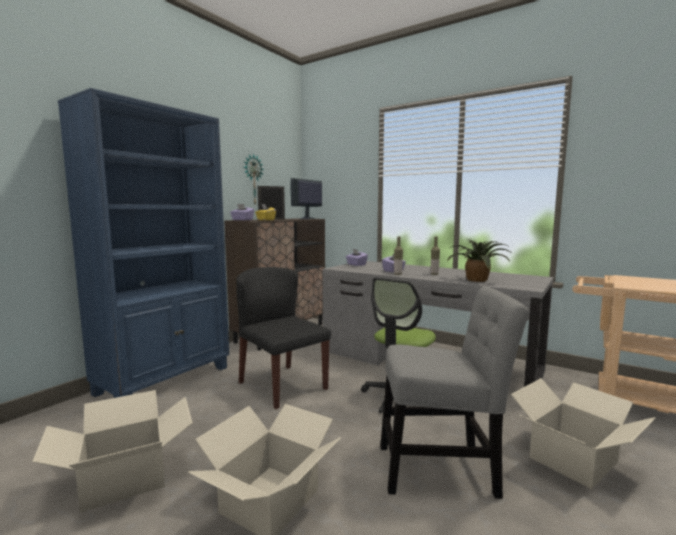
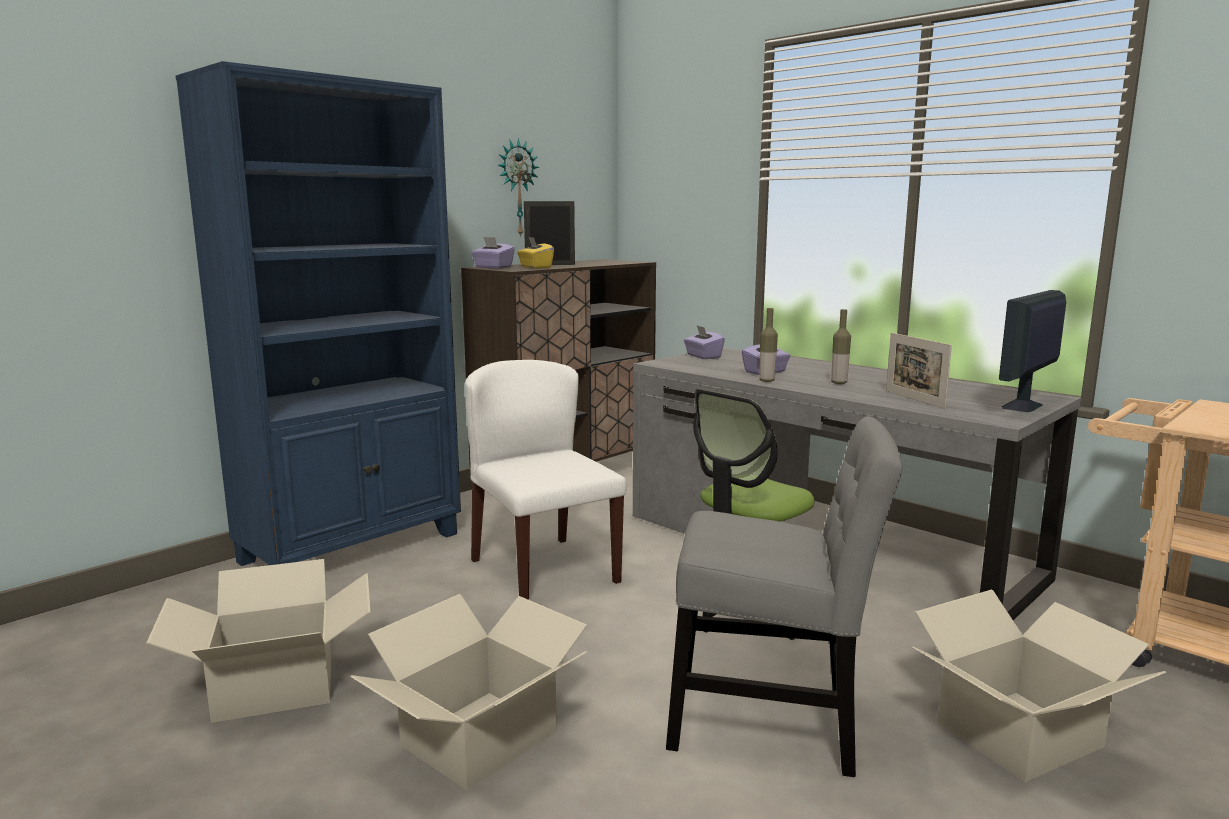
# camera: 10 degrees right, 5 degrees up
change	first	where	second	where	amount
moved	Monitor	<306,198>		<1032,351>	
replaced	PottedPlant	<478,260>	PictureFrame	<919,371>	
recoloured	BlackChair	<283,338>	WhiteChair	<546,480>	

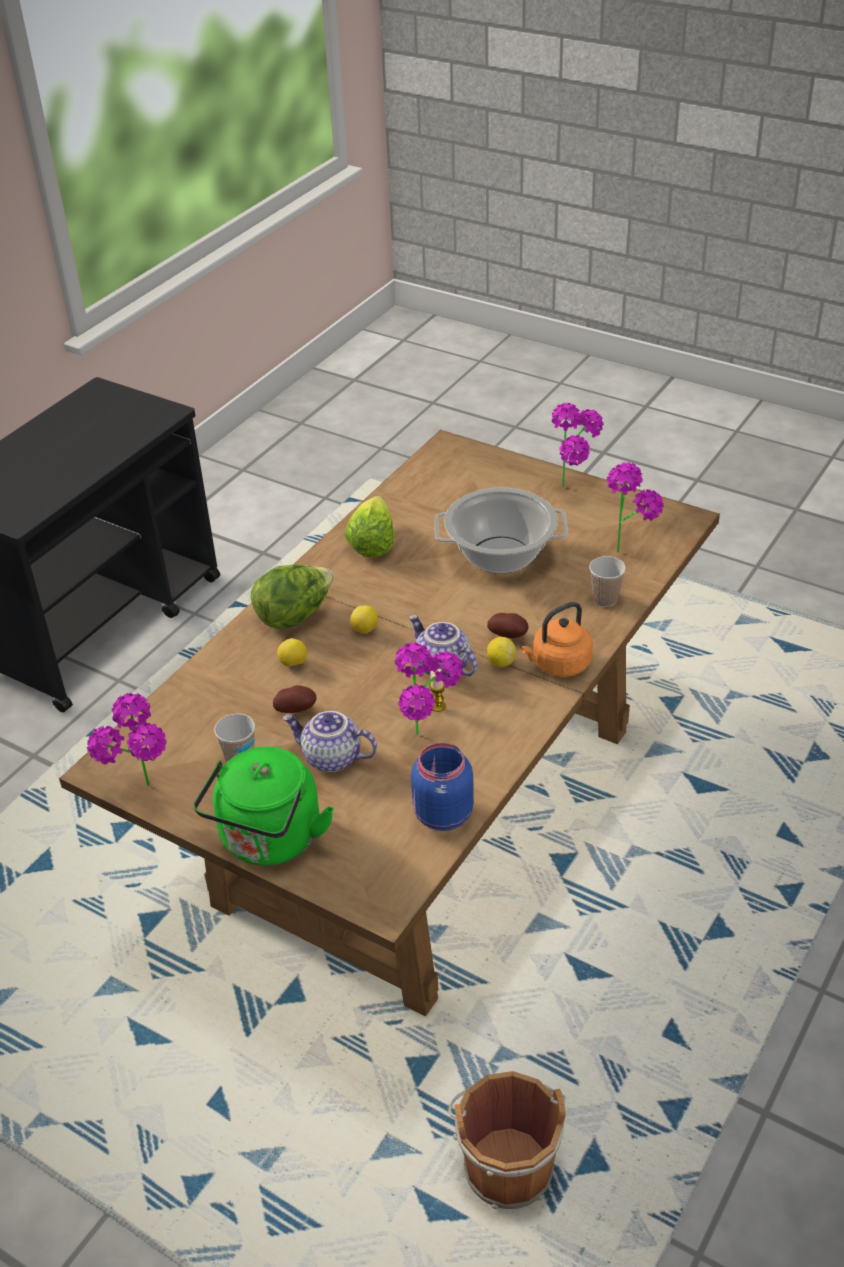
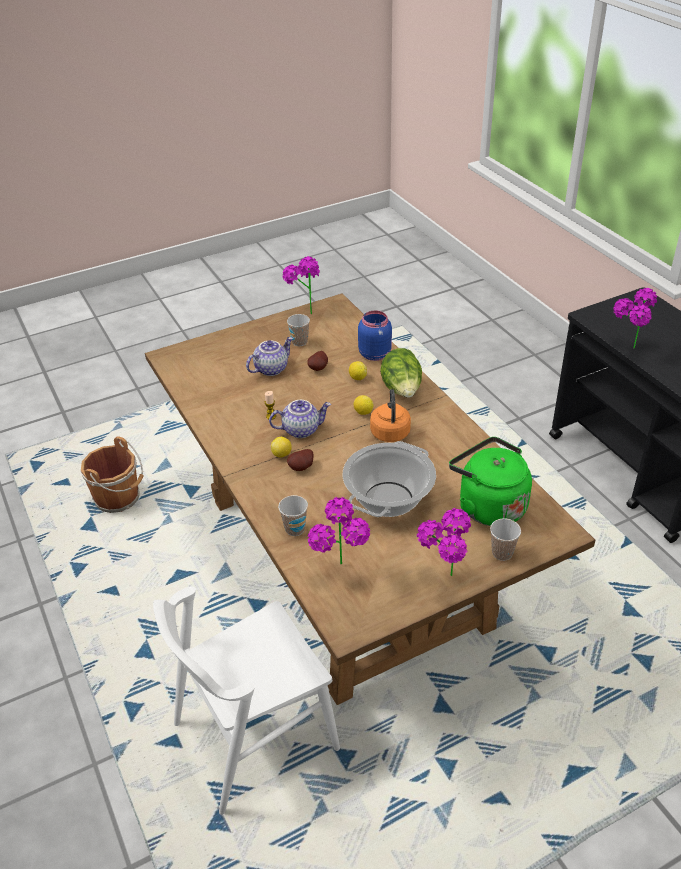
# camera: 120 degrees right, 0 degrees up
change	first	where	second	where	amount
removed	Lettuce	<369,527>			
moved	OrangeKettle	<556,639>		<390,415>	
moved	PottedPlant	<429,688>		<635,318>	
moved	BlueJar	<442,787>		<375,335>	
moved	GreenKettle	<263,806>		<490,481>	
added			Cup	<505,540>	
added			WhiteChair	<246,700>	

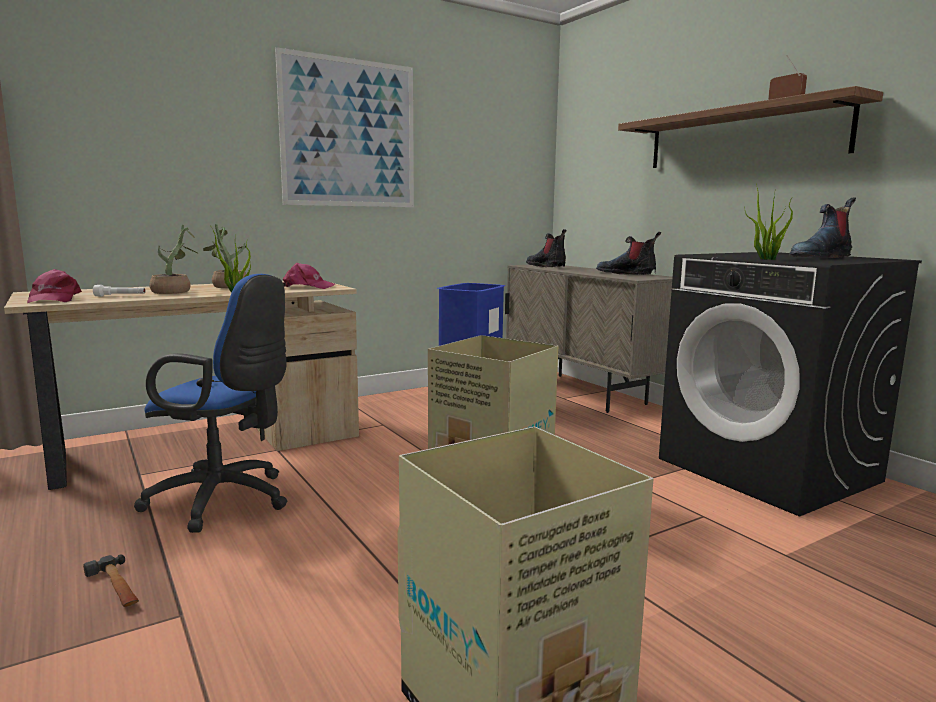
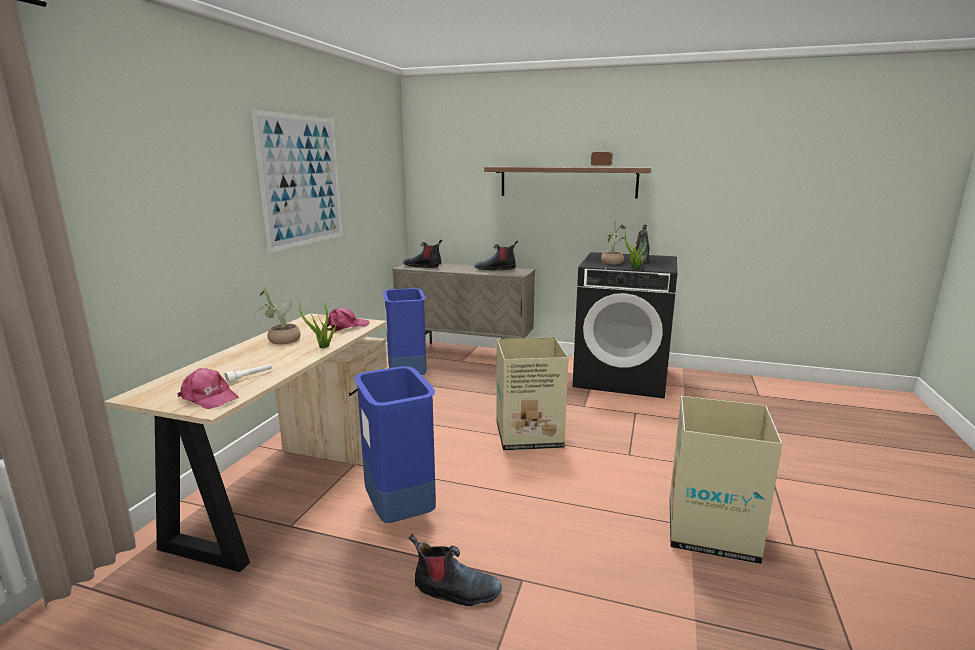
# camera: 40 degrees left, 5 degrees up
change	first	where	second	where	amount
moved	PottedPlant	<173,259>		<614,243>	
replaced	BlueOfficeChair	<210,403>	BlueTrashCan	<395,444>	
replaced	Hammer	<111,581>	Boot	<455,570>	

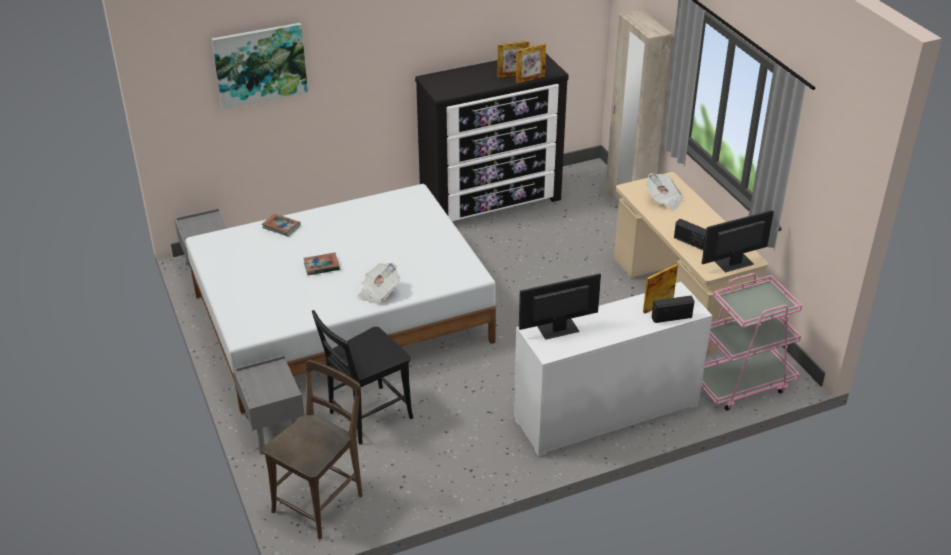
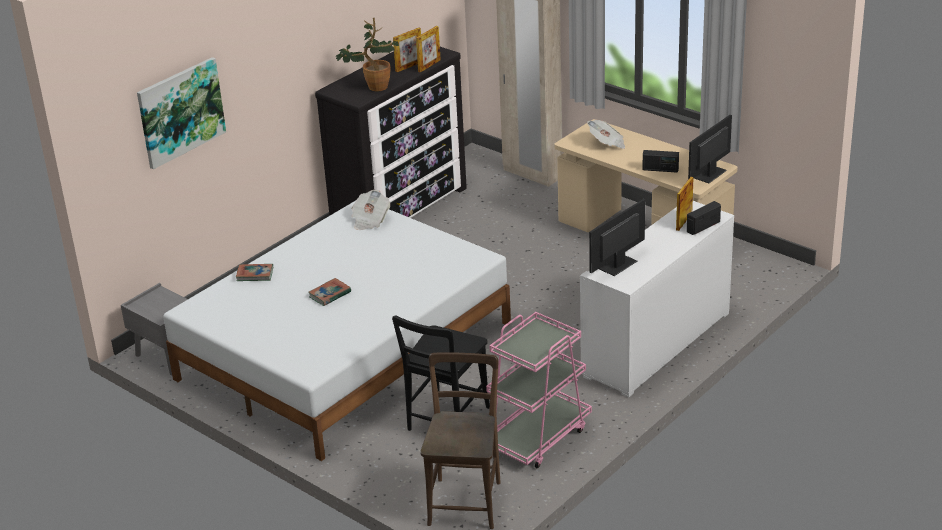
# camera: 25 degrees left, 5 degrees down
change	first	where	second	where	amount
moved	Newspaper	<378,283>		<371,210>	
moved	PinkCart	<751,342>		<539,390>	
removed	GreyNightstand	<269,405>			
added			PottedPlant	<367,55>	

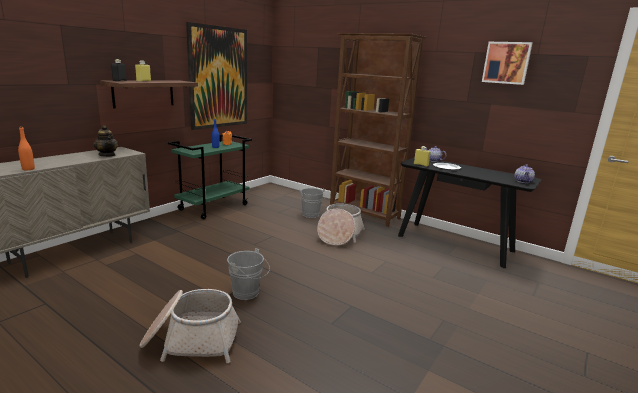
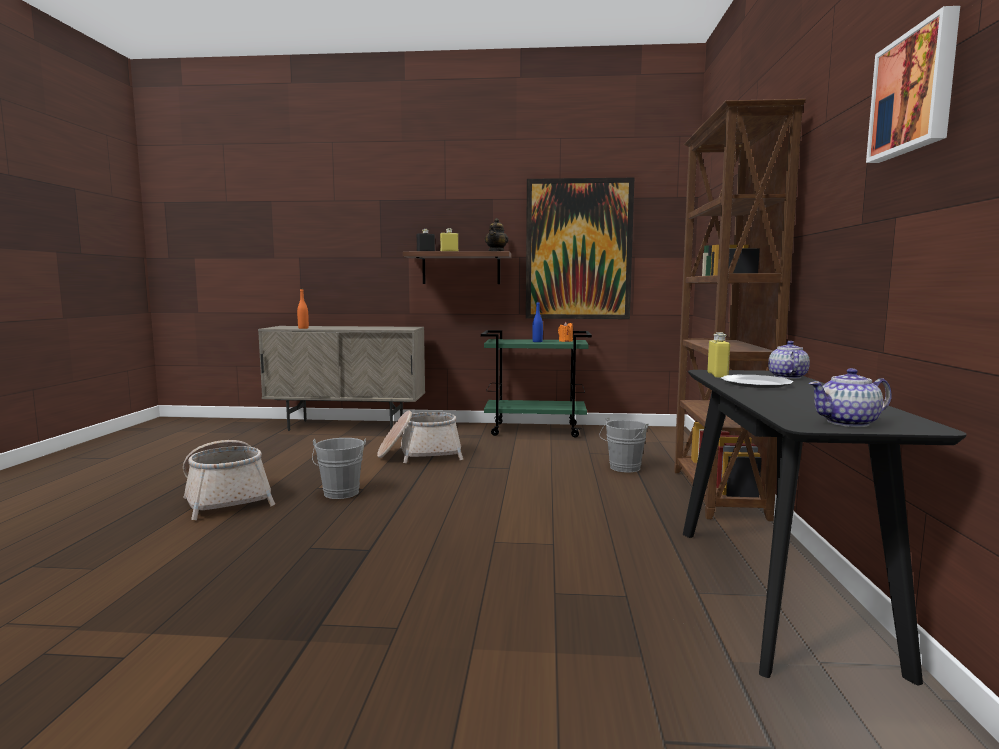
# camera: 60 degrees right, 10 degrees down
change	first	where	second	where	amount
moved	Teapot	<105,141>		<497,234>	
moved	Basket	<341,224>		<420,436>	

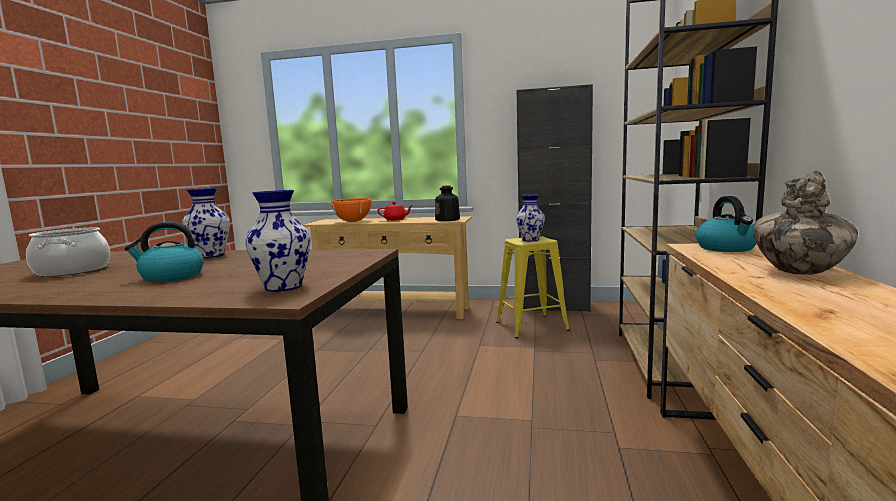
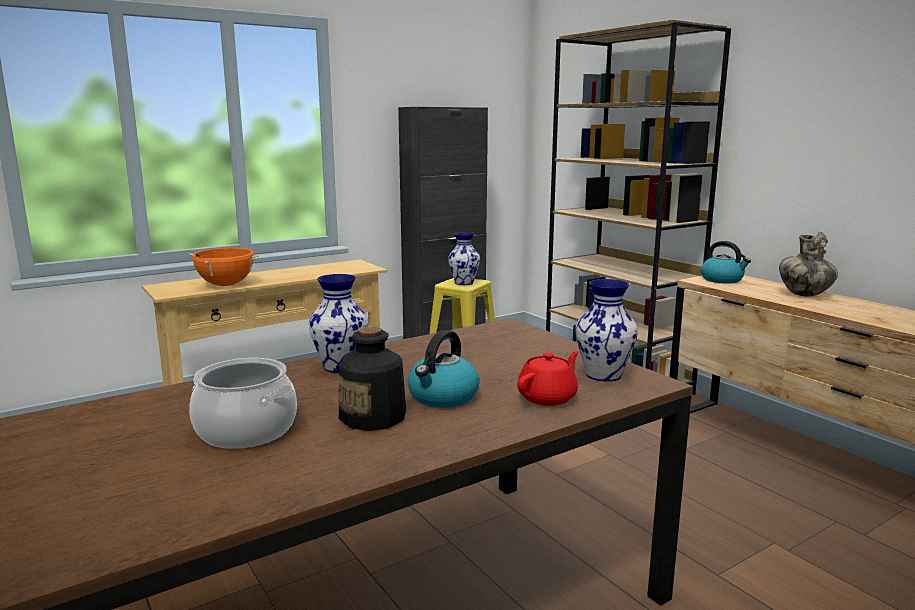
# camera: 45 degrees left, 5 degrees up
change	first	where	second	where	amount
moved	Bottle	<447,203>		<372,378>	
moved	RedTeapot	<395,211>		<548,378>	

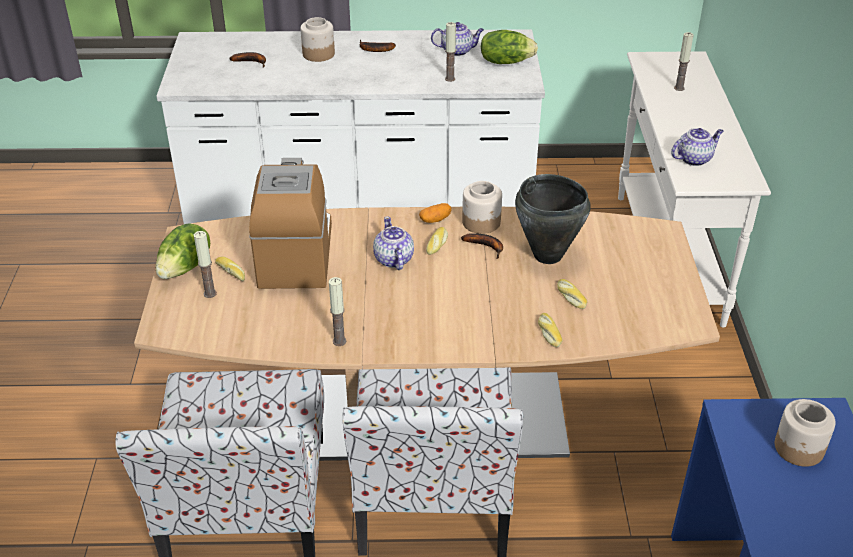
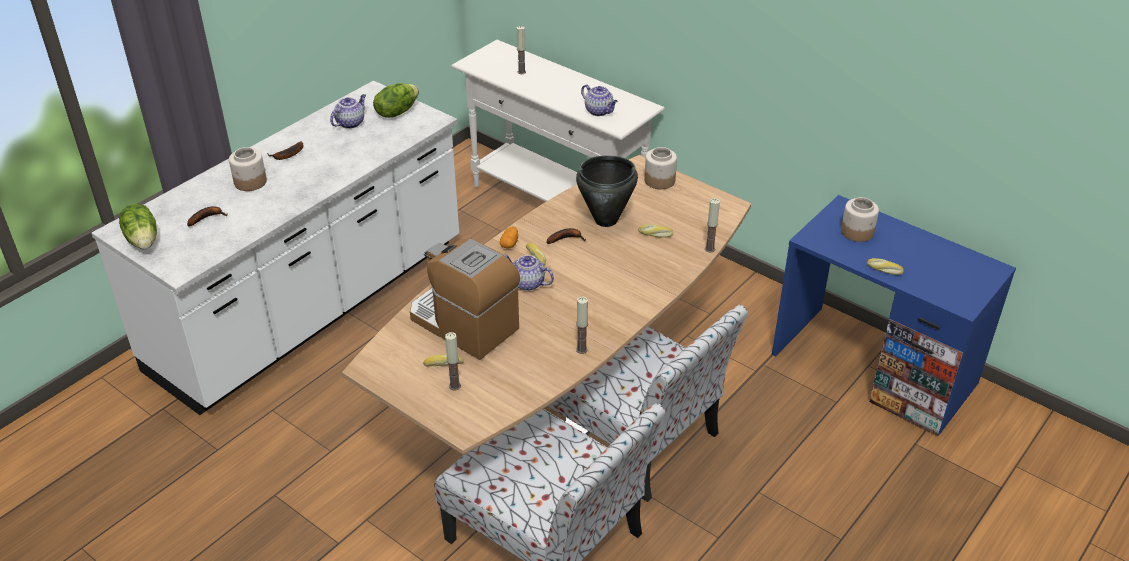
# camera: 50 degrees left, 0 degrees up
change	first	where	second	where	amount
moved	Candle	<450,52>		<712,225>	
turned	Teapot	<697,147>		<599,100>	120 degrees clockwise
moved	Jar	<482,207>		<660,168>	
moved	Lettuce	<183,251>		<138,227>	
moved	Bread	<550,330>		<885,266>	

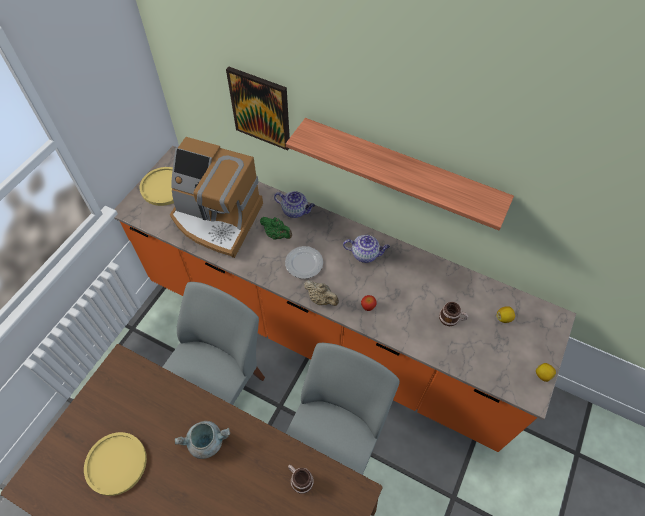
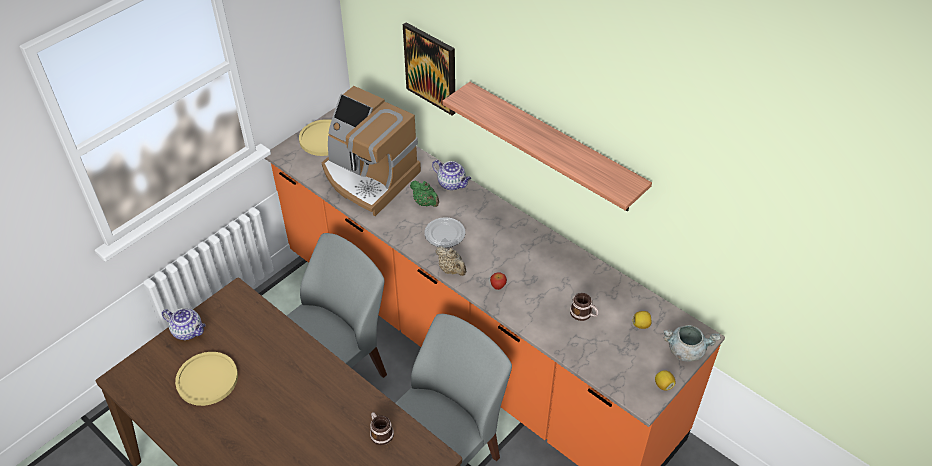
# camera: 15 degrees right, 10 degrees down
change	first	where	second	where	amount
moved	Teapot	<366,249>		<184,324>	
moved	GreyCookingPot	<202,440>		<692,343>	

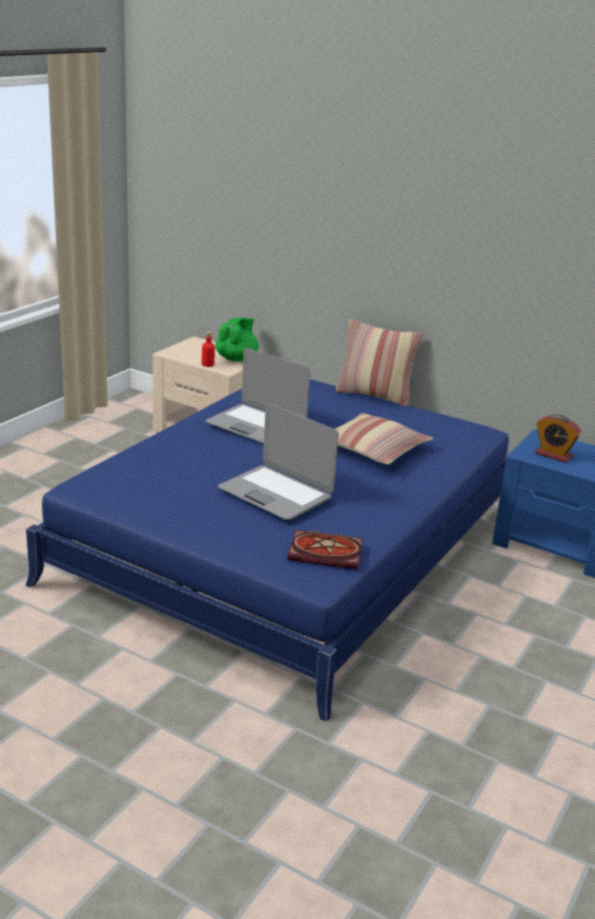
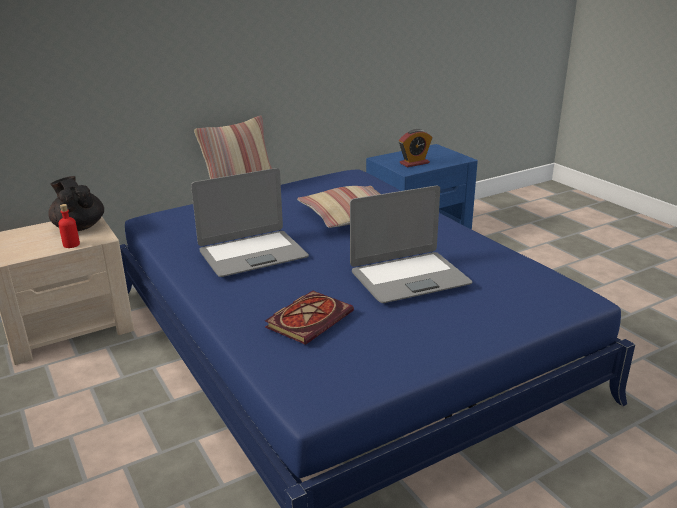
# camera: 60 degrees left, 0 degrees up
change	first	where	second	where	amount
recoloured	GreenTeapot	<237,339>	BlackTeapot	<76,203>	
moved	Book	<325,550>		<309,317>	

